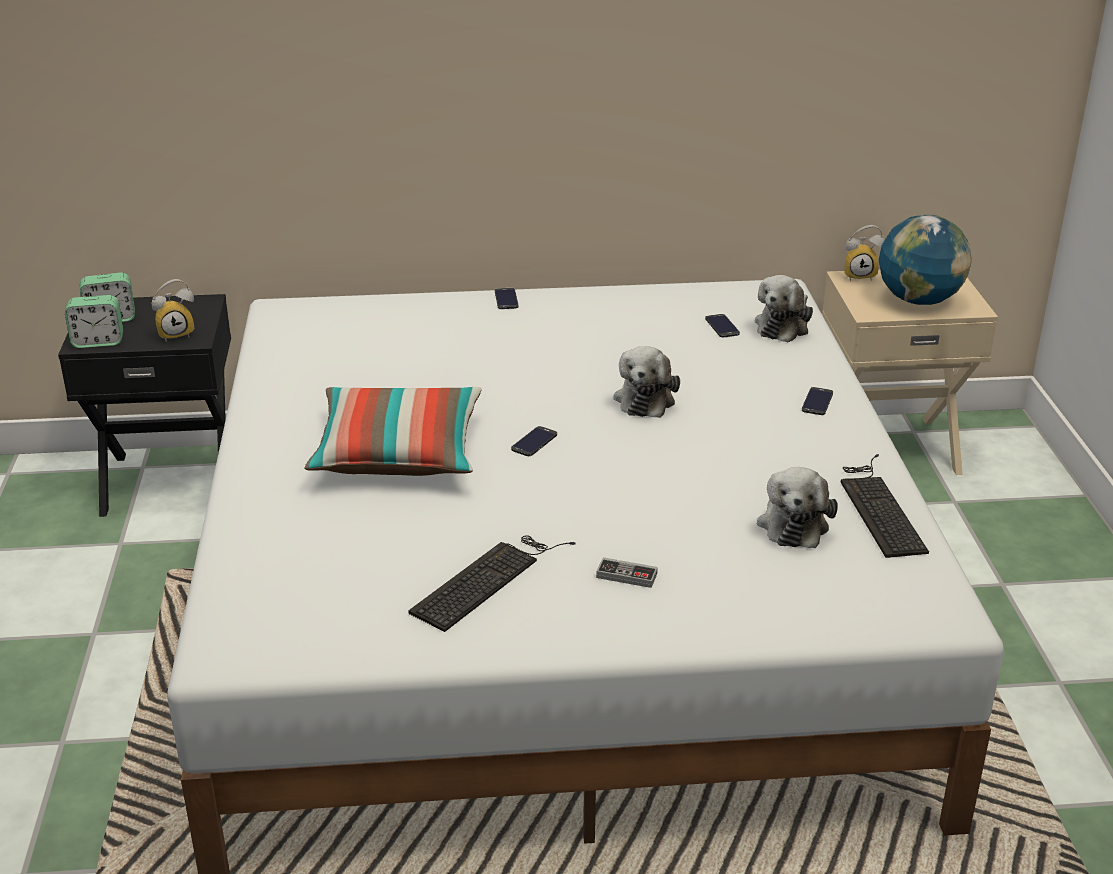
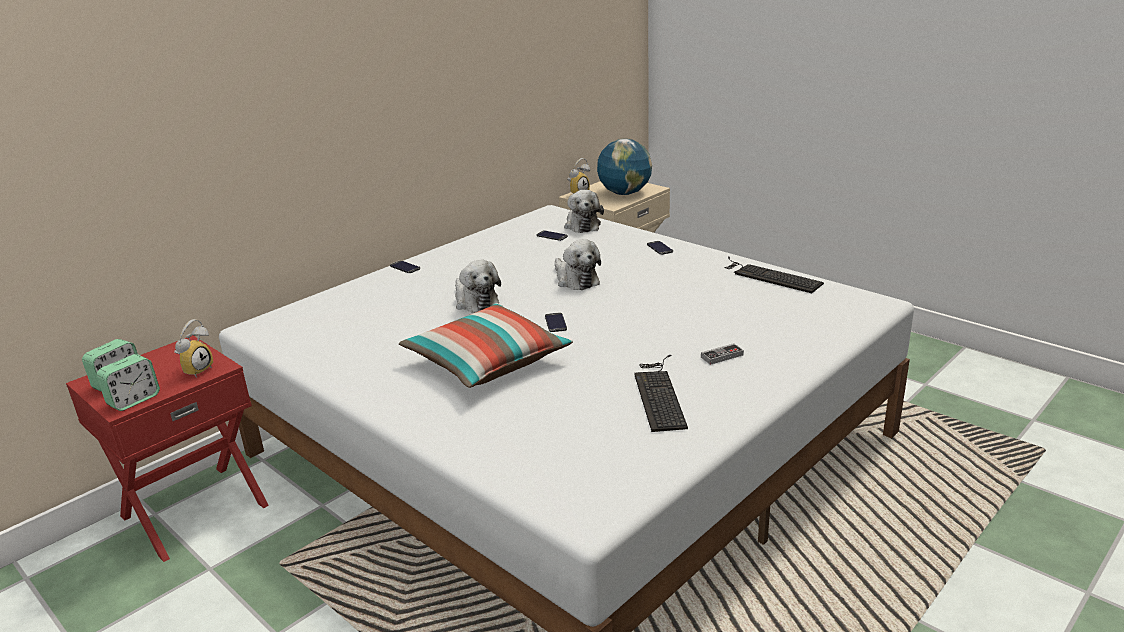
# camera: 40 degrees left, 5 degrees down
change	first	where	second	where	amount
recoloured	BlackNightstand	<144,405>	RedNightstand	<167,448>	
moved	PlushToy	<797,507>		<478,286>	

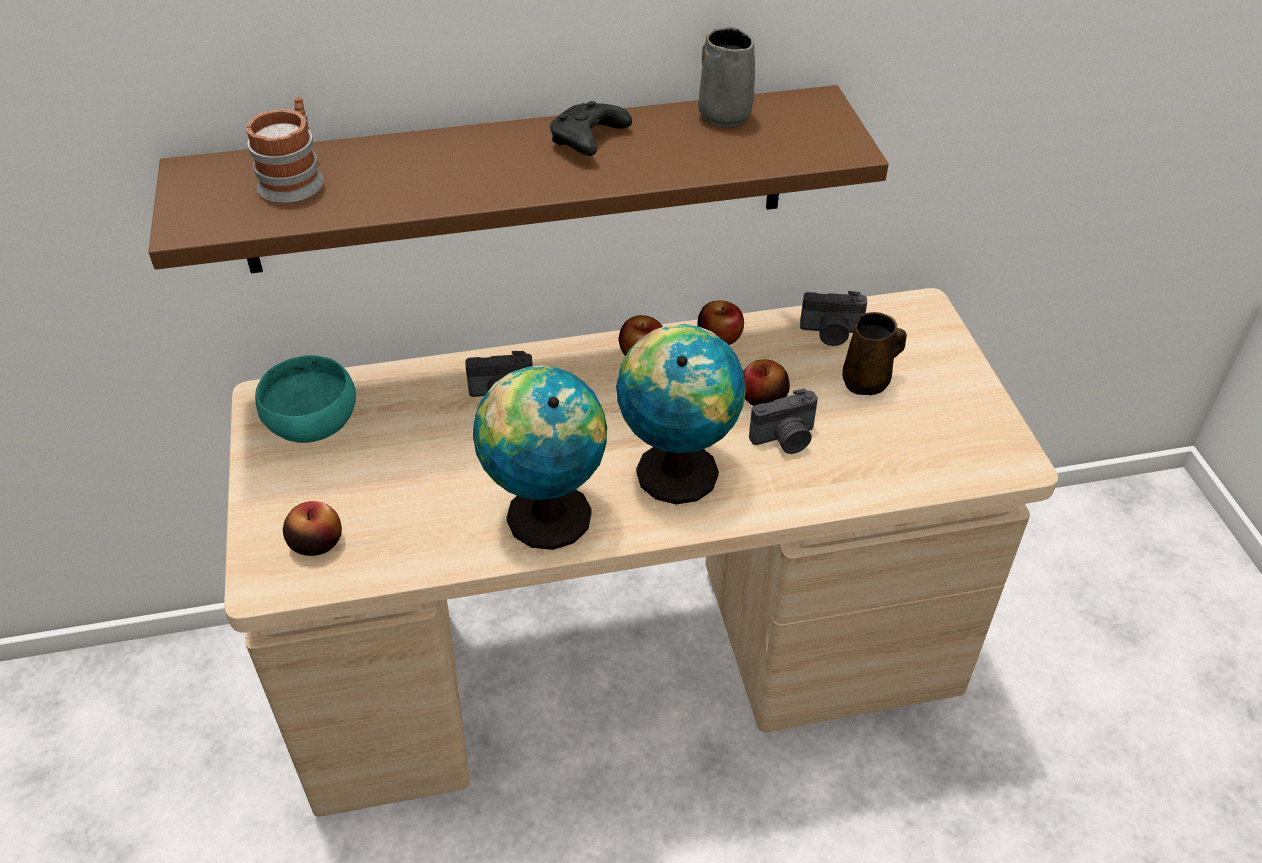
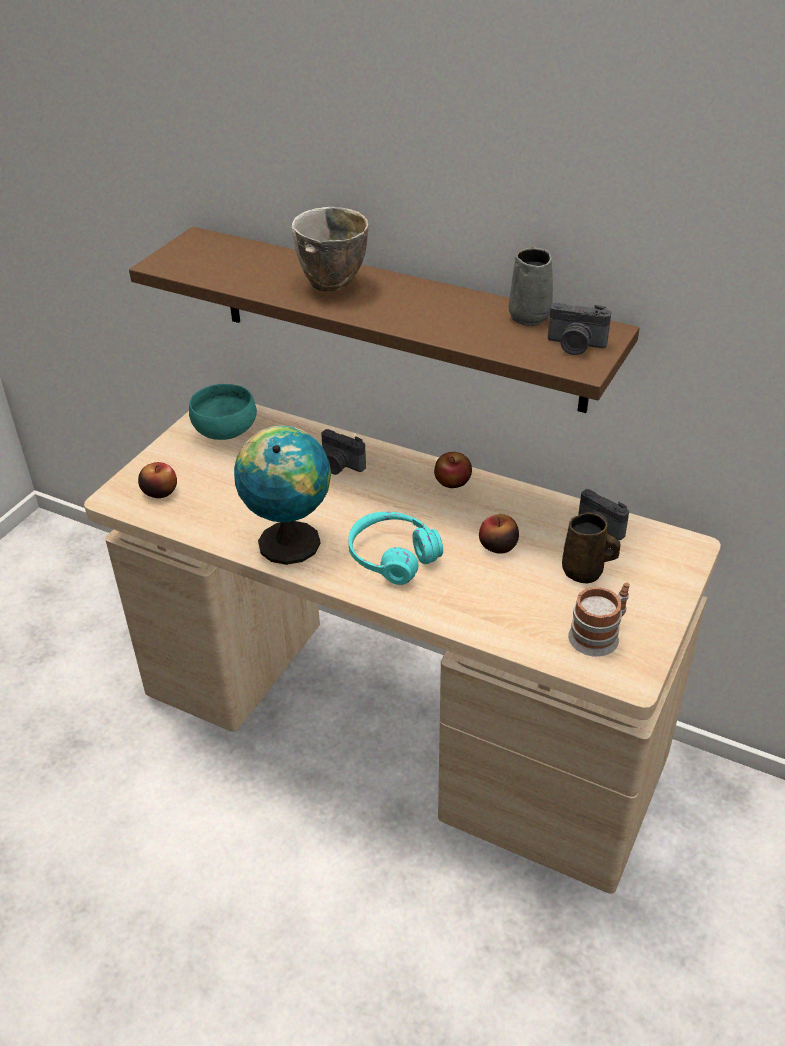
# camera: 40 degrees right, 5 degrees down
change	first	where	second	where	amount
moved	Mug	<285,150>		<599,620>	
removed	BlackGameController	<591,128>			
removed	Apple	<720,322>			
replaced	Globe	<681,414>	TurquoiseHeadphones	<395,548>	
moved	PhotoCamera	<783,421>		<579,329>	
added			Bowl	<330,249>	

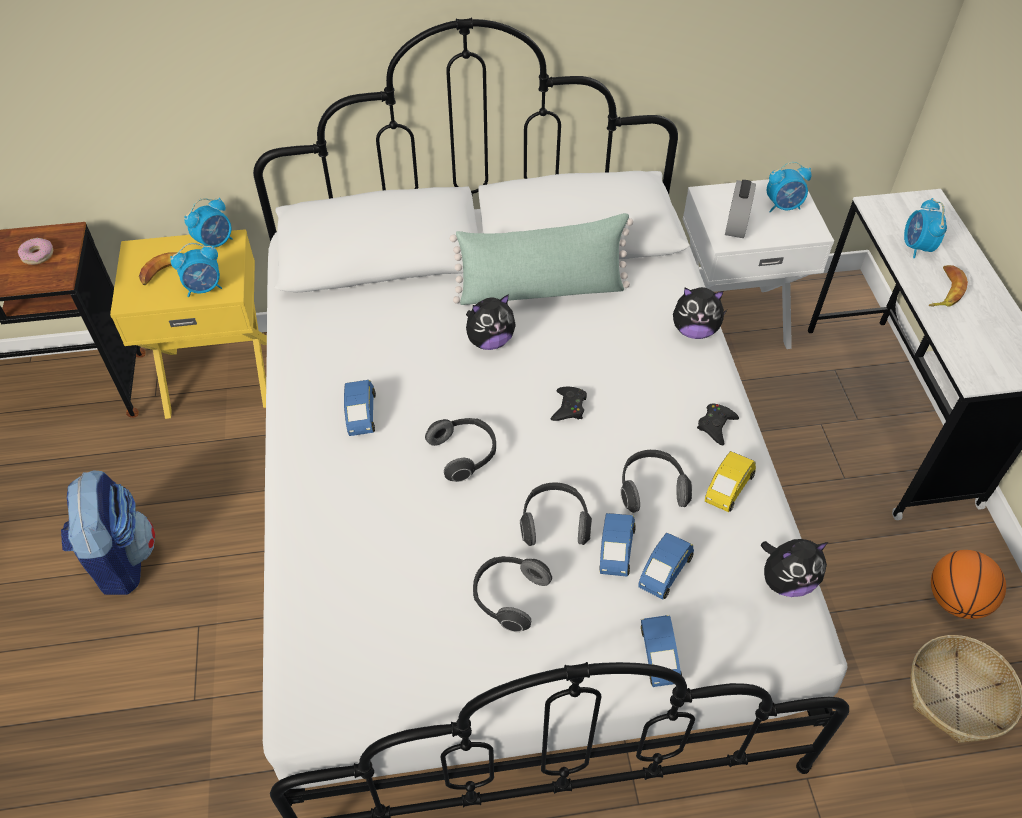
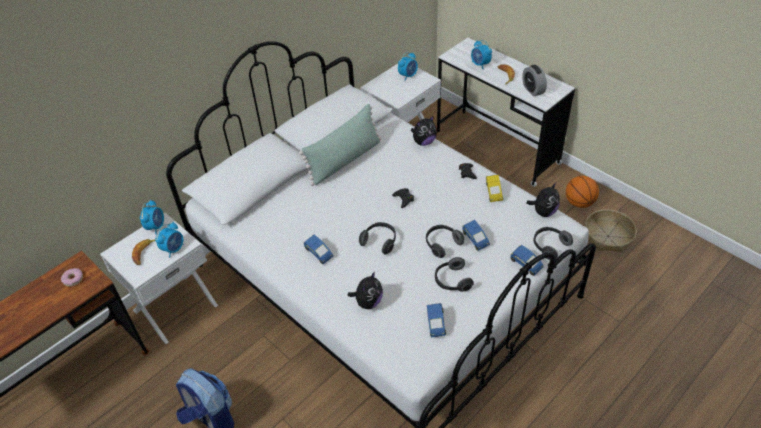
# camera: 35 degrees left, 5 degrees down
change	first	where	second	where	amount
moved	AlarmClock	<740,209>		<534,81>	
recoloured	YellowNightstand	<188,324>	WhiteNightstand	<159,278>	
moved	PlushToy	<491,322>		<365,290>	
moved	Headphones	<656,481>		<553,243>	
moved	BlueToyCar	<666,565>		<436,320>	

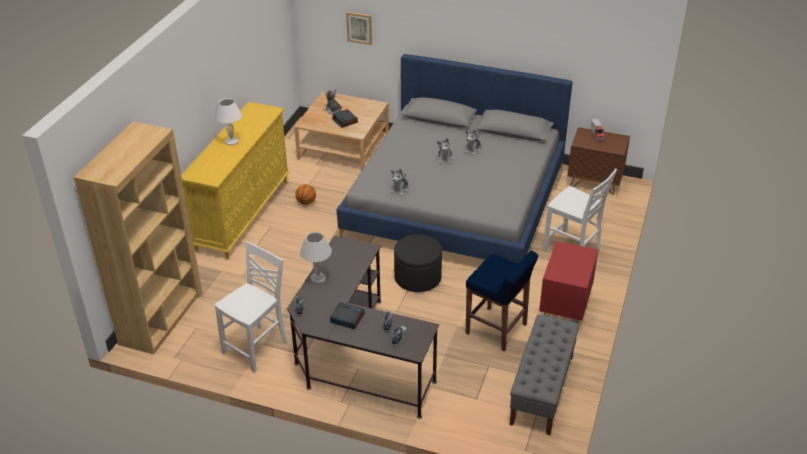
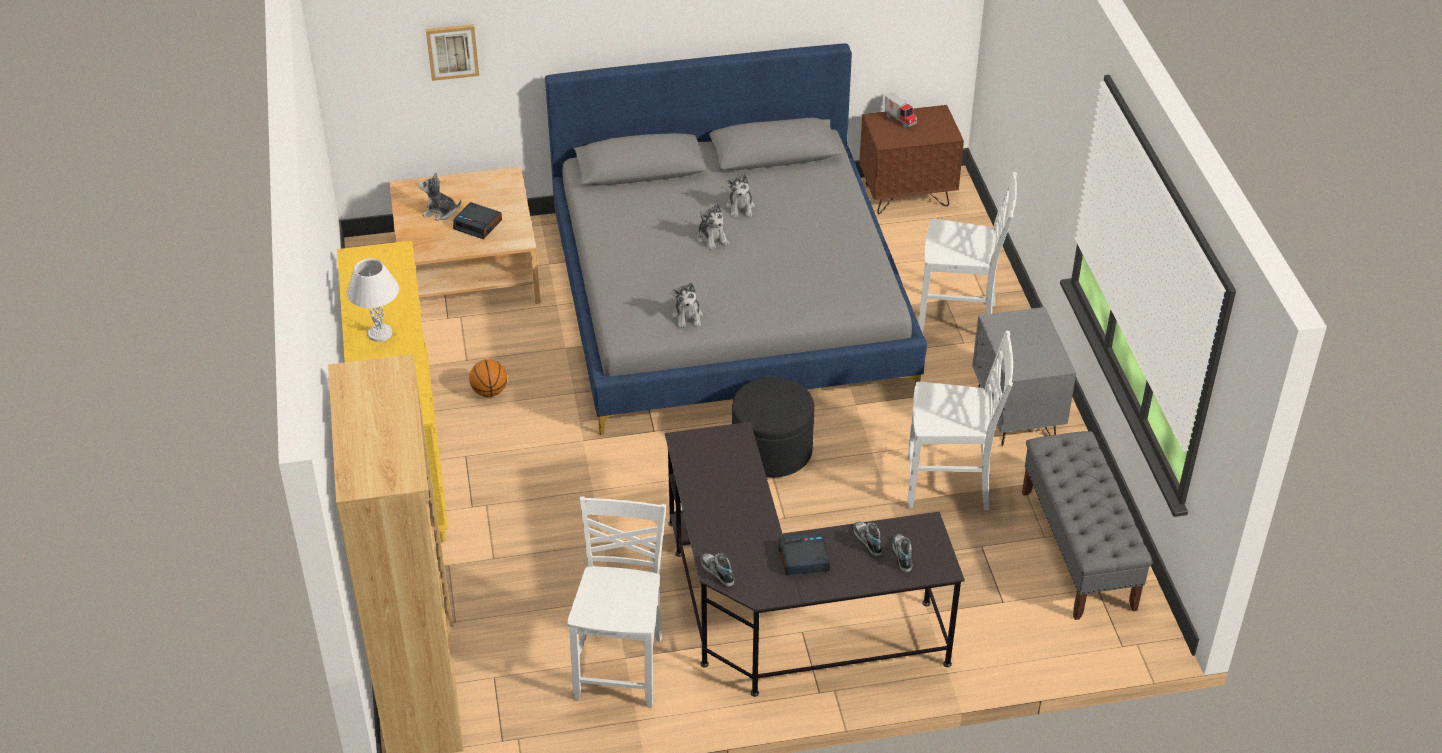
# camera: 30 degrees left, 5 degrees up
change	first	where	second	where	amount
removed	WhiteTableLamp	<316,257>			
recoloured	RedNightstand	<568,282>	GreyNightstand	<1024,376>	
replaced	BlueStool	<502,301>	WhiteChair	<960,420>	

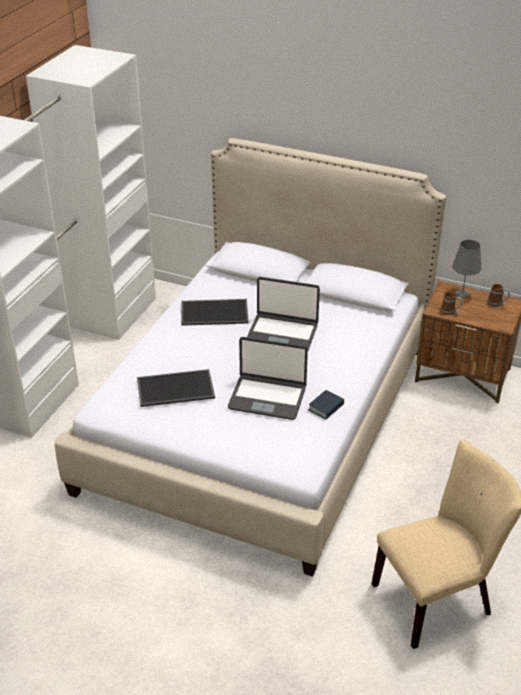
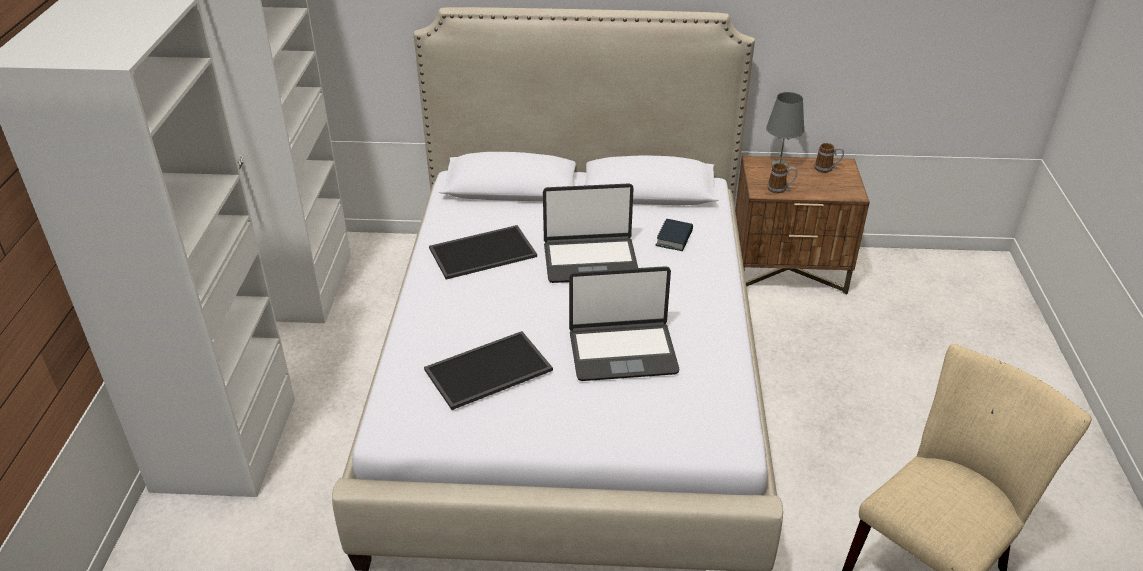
# camera: 20 degrees left, 0 degrees up
change	first	where	second	where	amount
moved	Book	<326,405>		<674,235>	

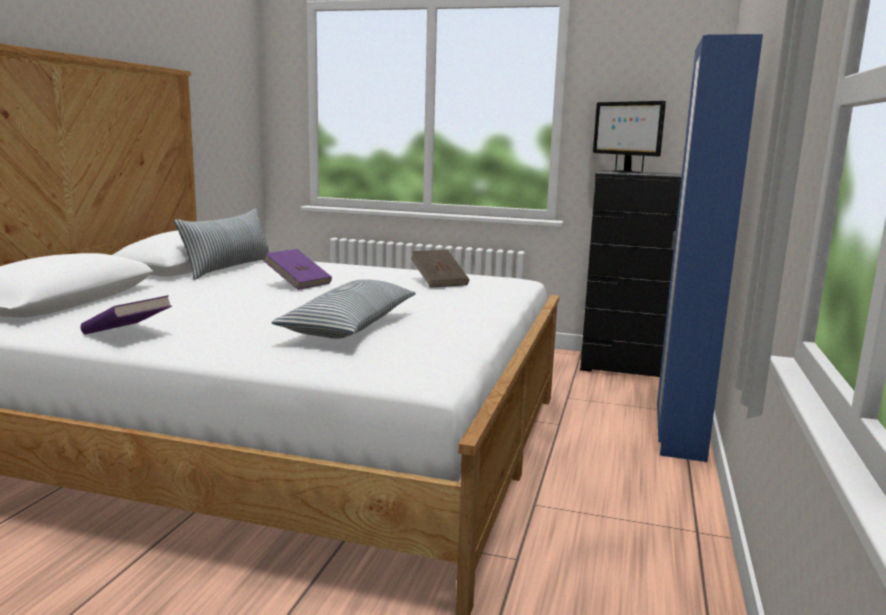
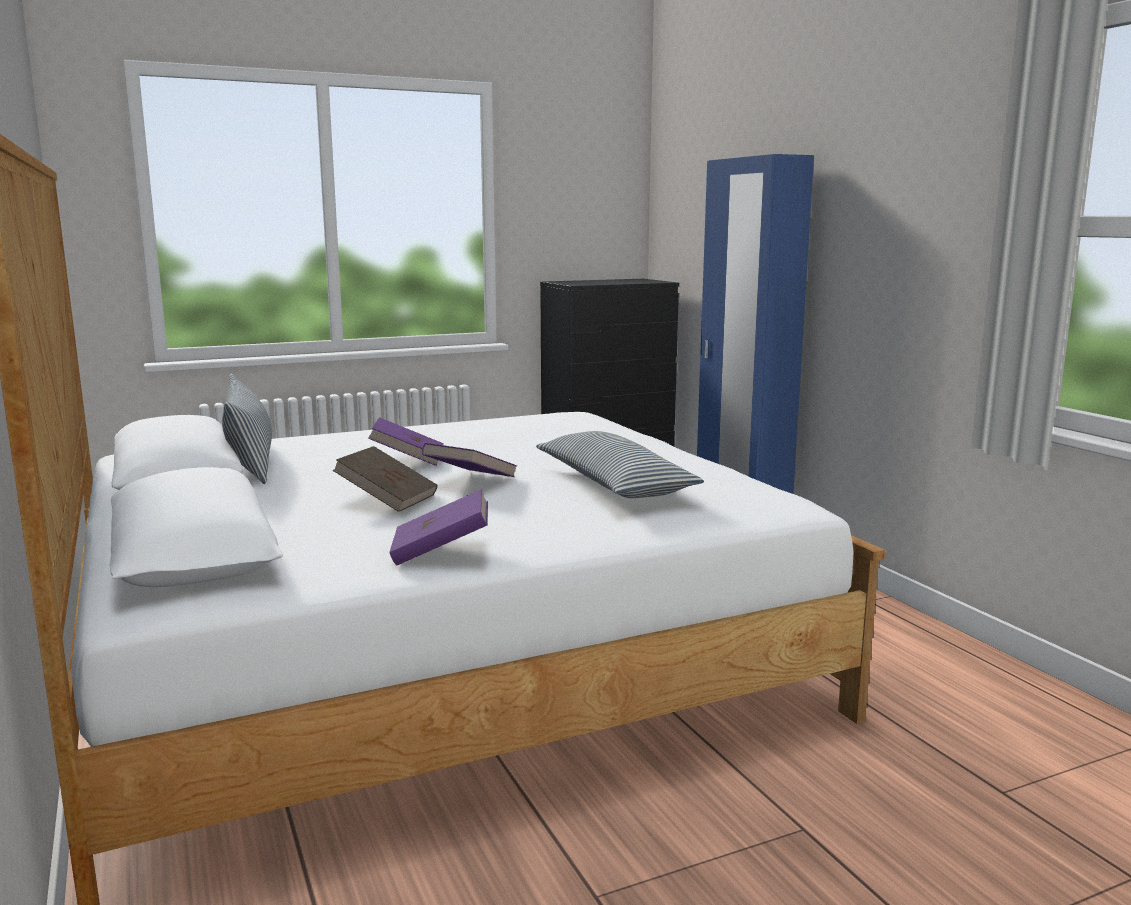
# camera: 40 degrees left, 0 degrees up
change	first	where	second	where	amount
removed	Monitor	<629,137>			
moved	BrownBook	<440,269>		<385,479>	
added			PurpleBook	<469,460>	

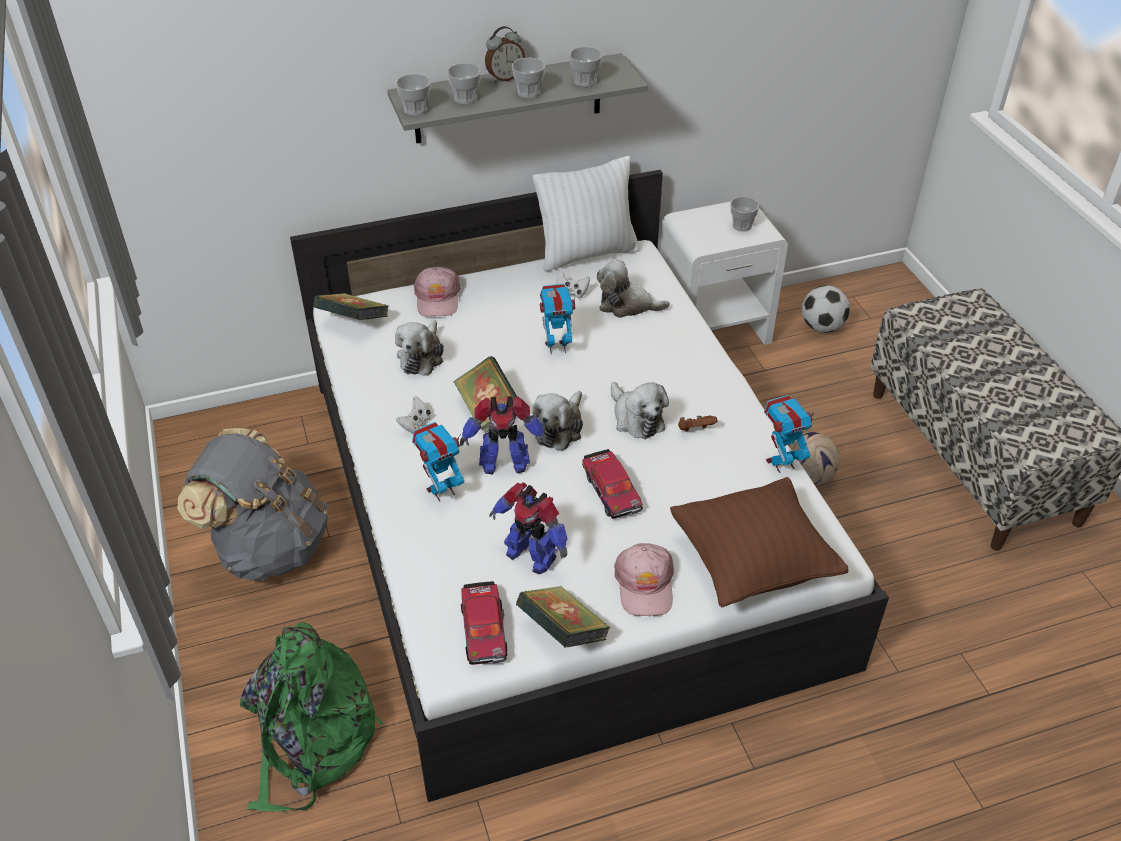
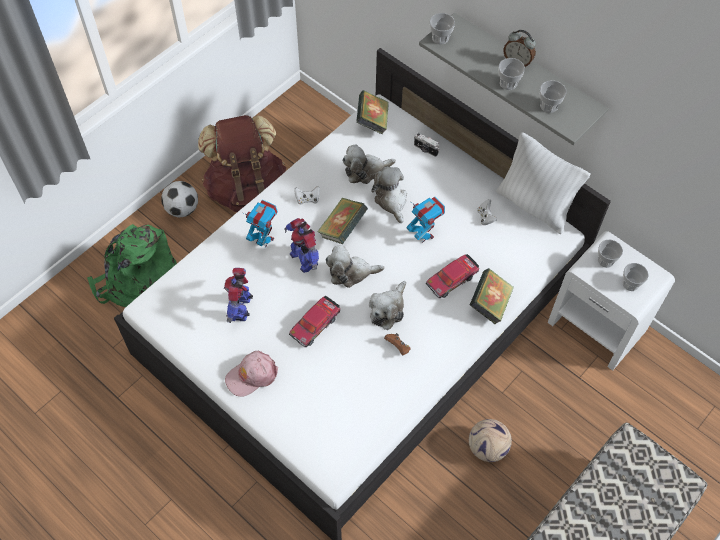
# camera: 60 degrees right, 15 degrees up
change	first	where	second	where	amount
moved	Cup	<464,83>		<610,253>	
moved	PlushToy	<633,288>		<389,195>	
replaced	PinkCap	<437,292>	PhotoCamera	<426,144>	
moved	Football	<826,309>		<179,199>	
removed	ToyRobot	<791,434>			
recoloured	GreyBackpack	<252,504>	BrownBackpack	<242,163>	
removed	BrownPillow	<759,542>			
moved	ToyCar	<484,623>		<452,276>	
moved	Book	<563,617>		<492,296>	

